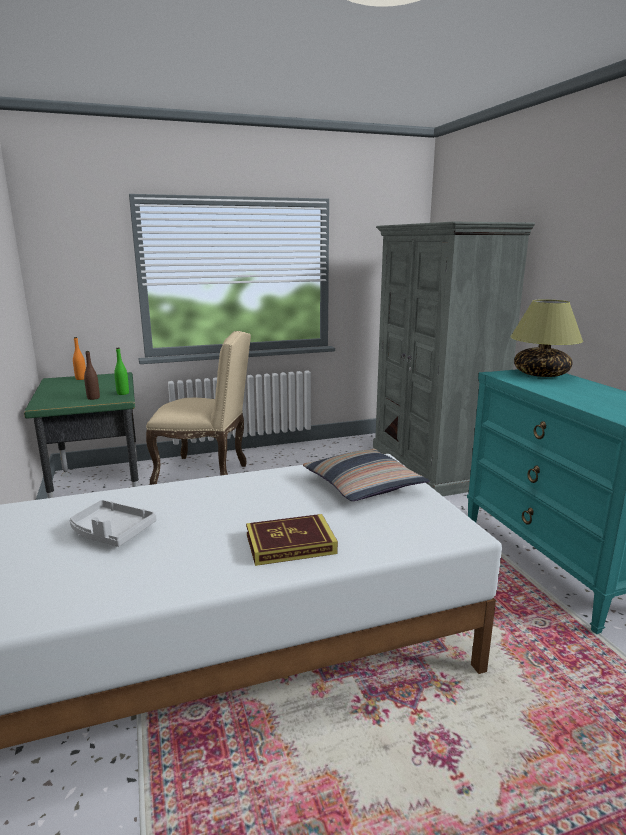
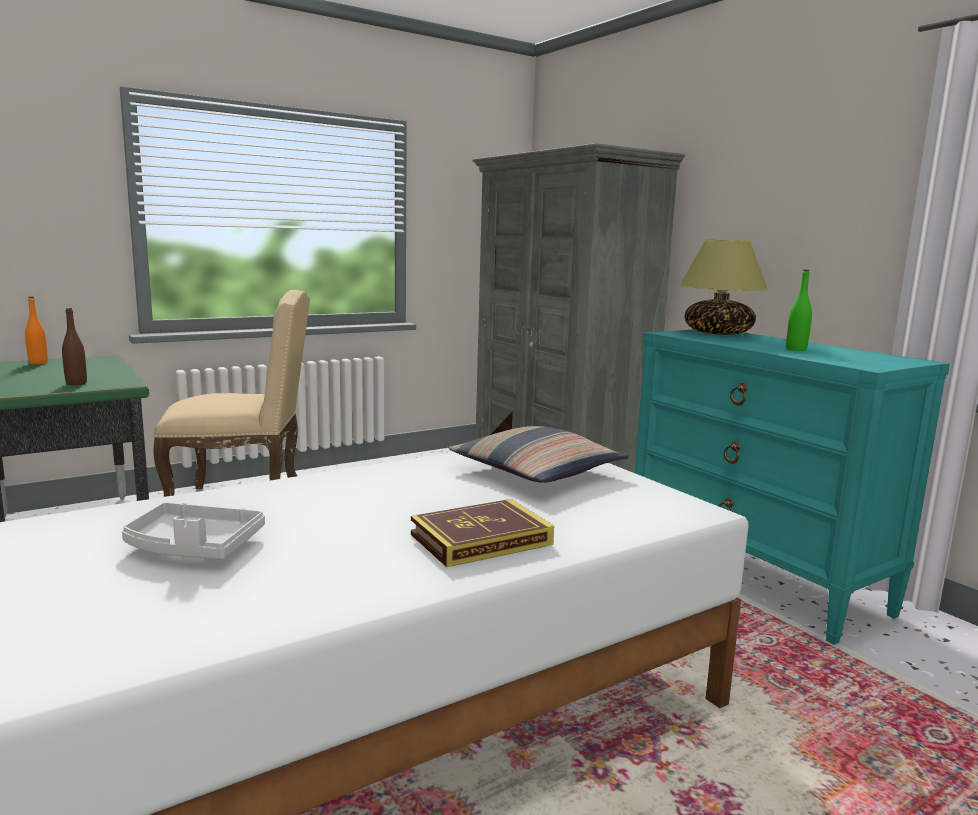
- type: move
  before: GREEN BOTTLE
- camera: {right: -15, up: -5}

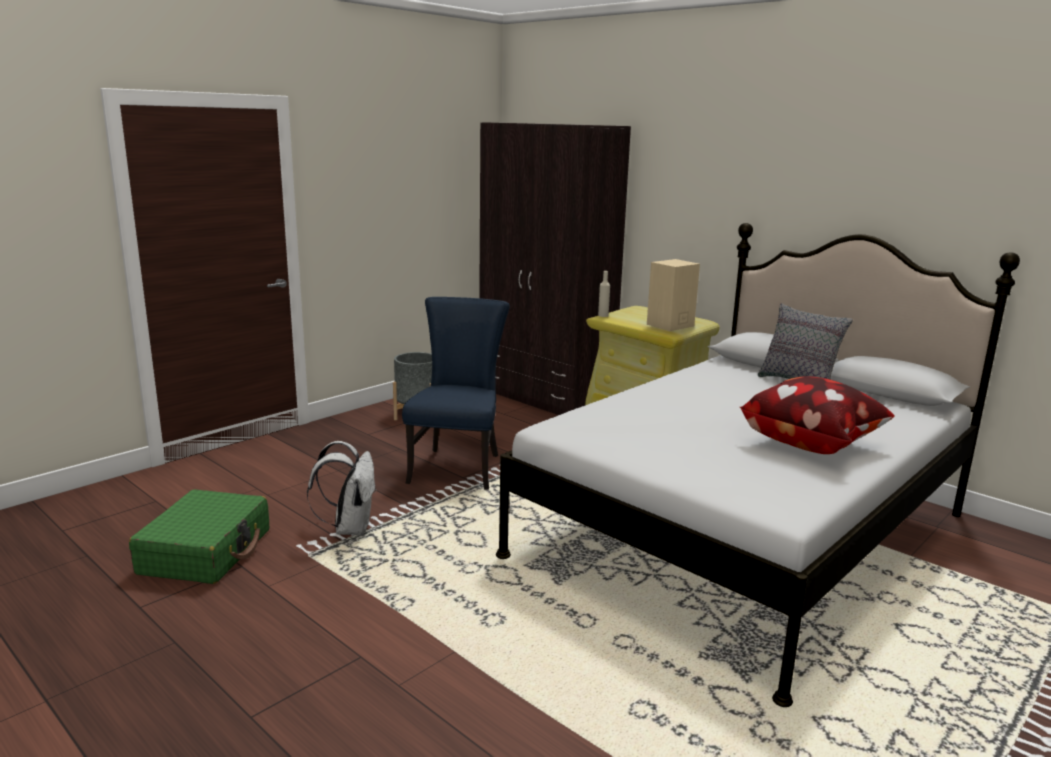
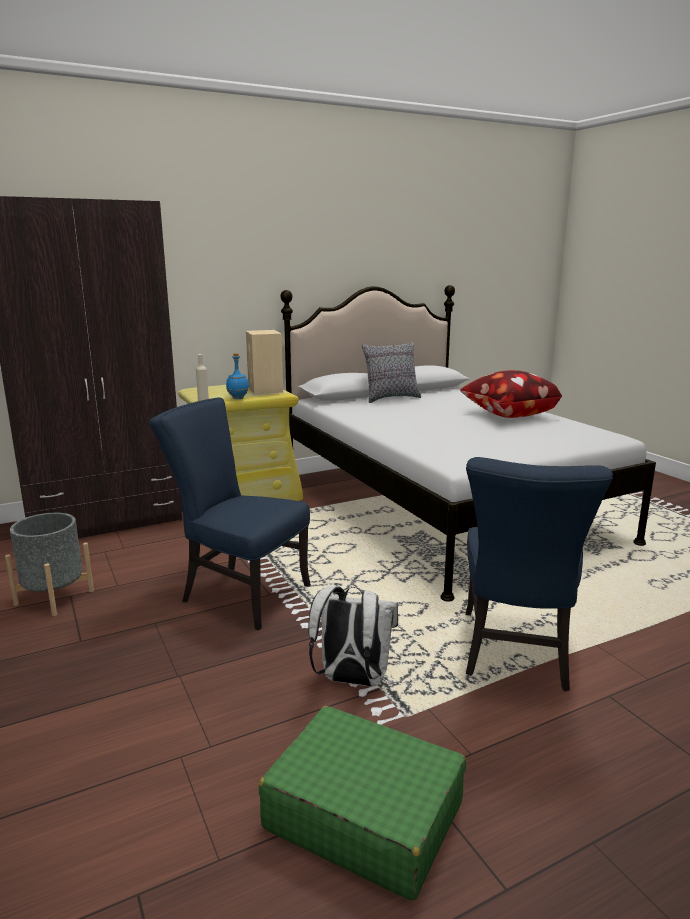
- type: insert
  after: BLUE BOTTLE
- type: insert
  after: BLUE CHAIR (2nd from left)
- camera: {right: -70, up: 0}

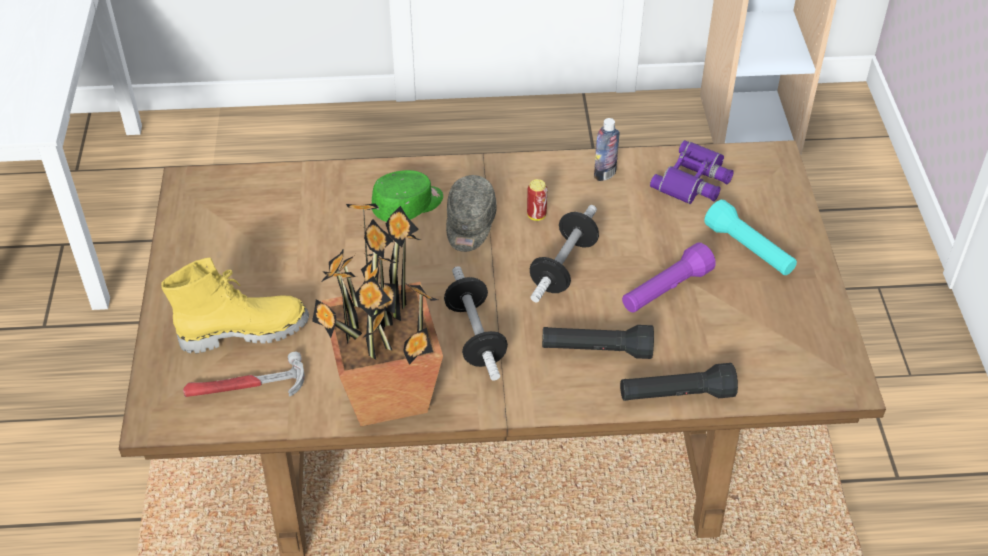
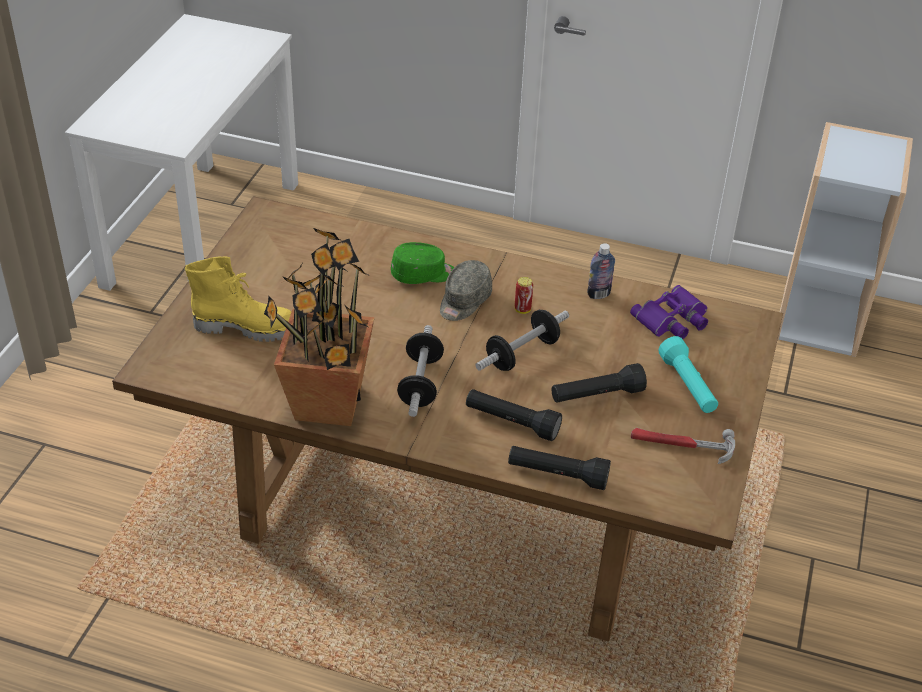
- type: move
  before: HAMMER
- type: recolor
  before: PURPLE FLASHLIGHT
  after: BLACK FLASHLIGHT (3rd from left)
- camera: {right: 20, up: -5}

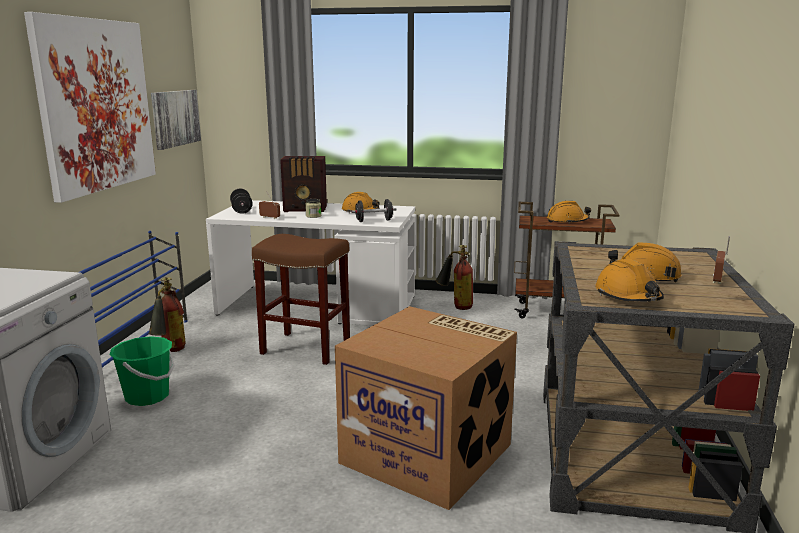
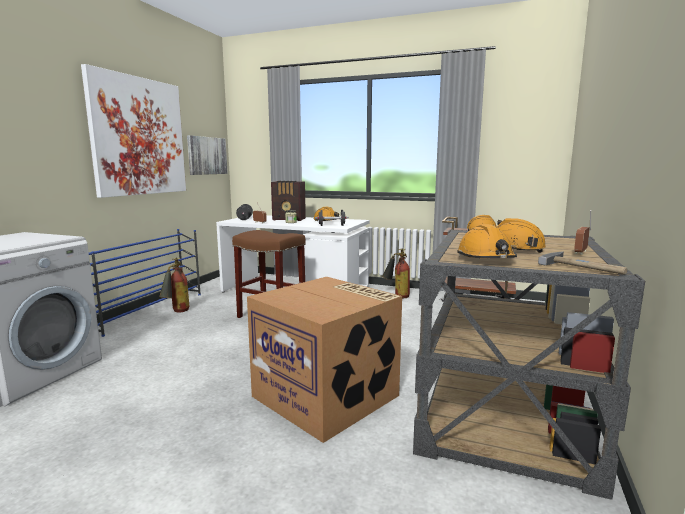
- type: delete
  before: GREEN BUCKET
- type: insert
  after: HAMMER
- camera: {right: 10, up: -5}

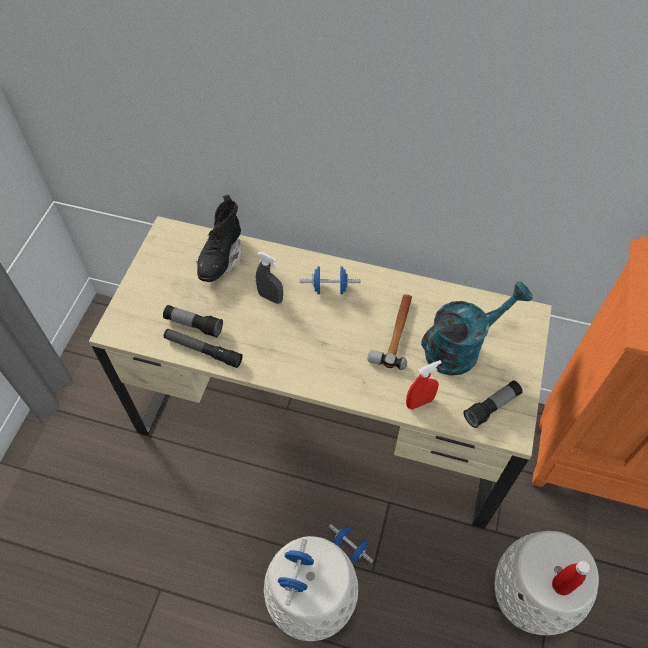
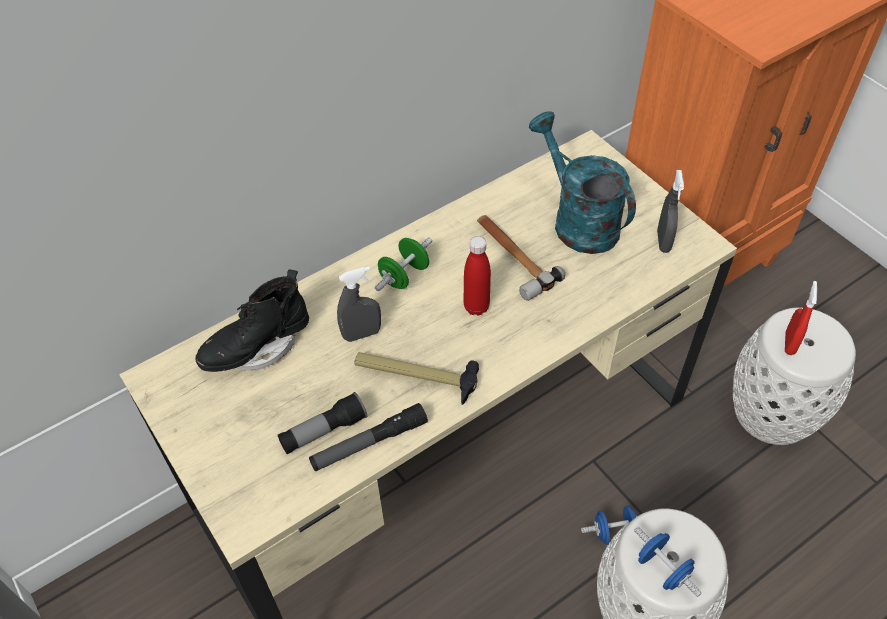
- type: rotate
  before: BLACK BOOT
  turn: 90
- type: recolor
  before: BLUE DUMBBELL (2nd from left)
  after: GREEN DUMBBELL
- type: move
  before: RED SPRAY BOTTLE
- type: rotate
  before: TURQUOISE WATERING CAN
  turn: -45
- type: replace
  before: FLASHLIGHT (3rd from left)
  after: GREY SPRAY BOTTLE (2nd from left)
- type: move
  before: RED BOTTLE
- type: insert
  after: HAMMER (1st from left)
- camera: {right: -50, up: -5}

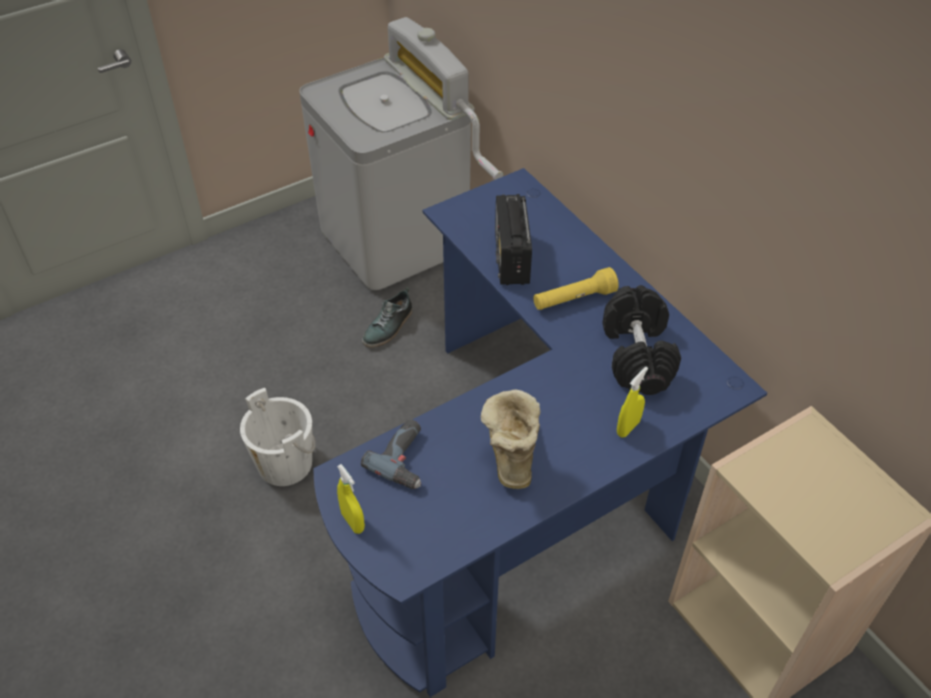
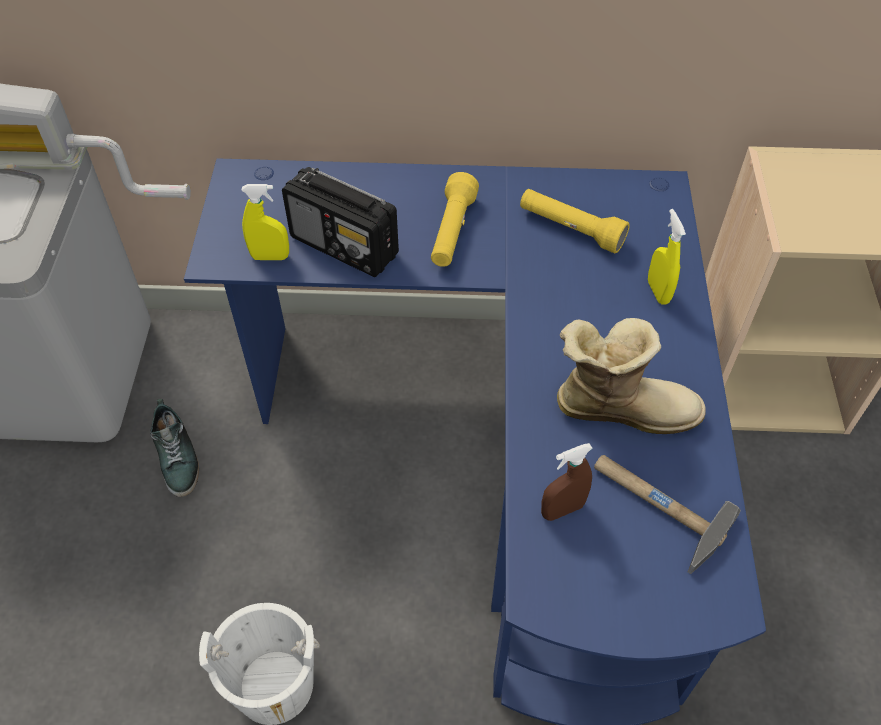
- type: move
  before: YELLOW SPRAY BOTTLE (1st from left)
- type: replace
  before: POWER DRILL
  after: BROWN SPRAY BOTTLE
- type: rotate
  before: BOOT
  turn: 150
- type: replace
  before: BLACK DUMBBELL
  after: YELLOW FLASHLIGHT (2nd from left)
- type: insert
  after: HAMMER
- camera: {right: -55, up: 5}

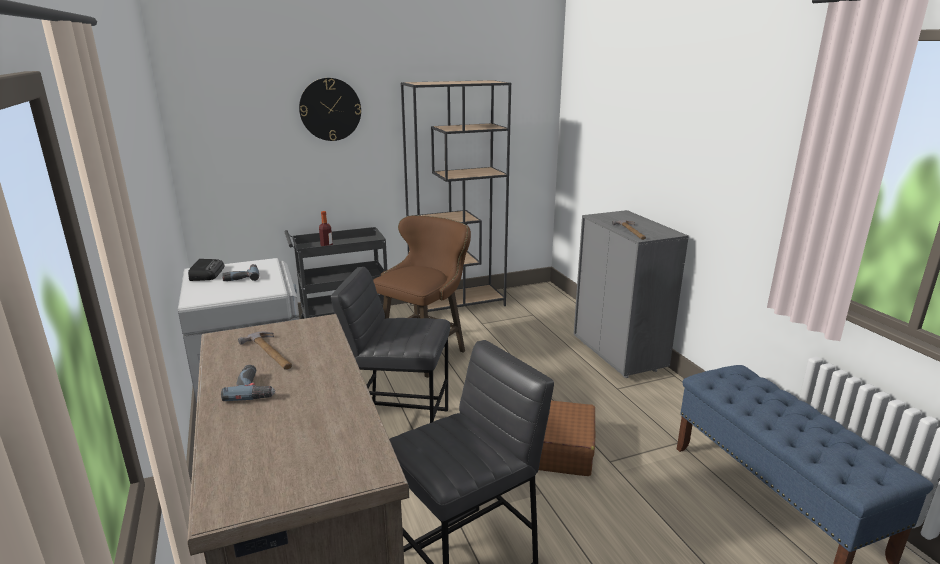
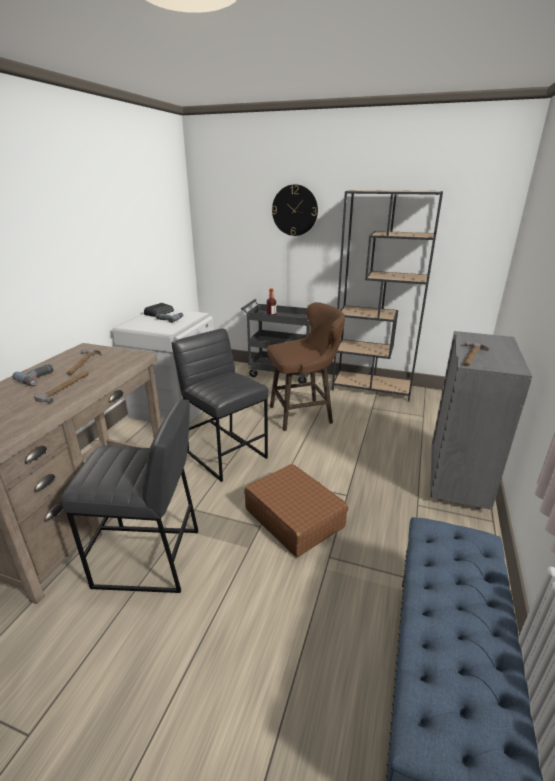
- type: insert
  after: HAMMER (1st from left)
- camera: {right: 40, up: 5}

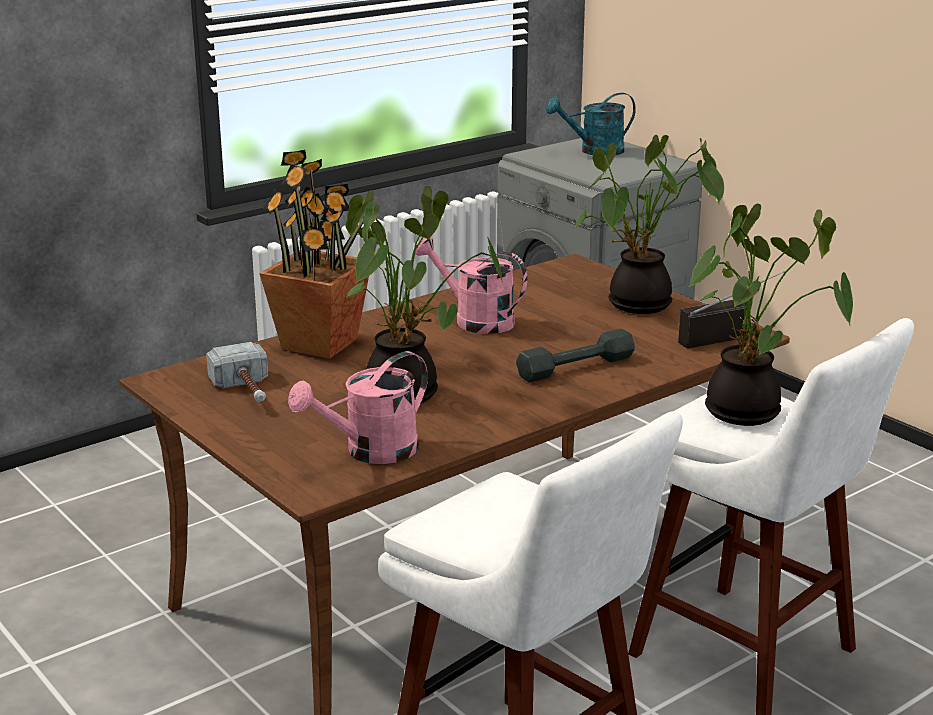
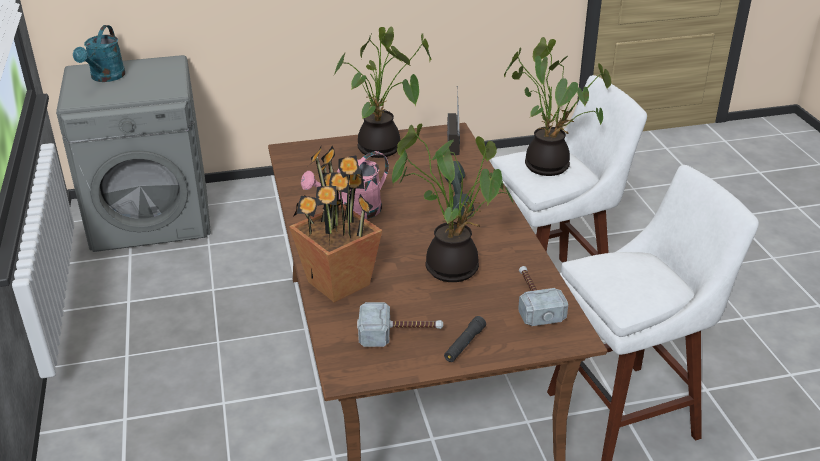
- type: replace
  before: PINK WATERING CAN (1st from left)
  after: HAMMER (2nd from left)
- type: insert
  after: BLACK FLASHLIGHT
- camera: {right: -65, up: 10}

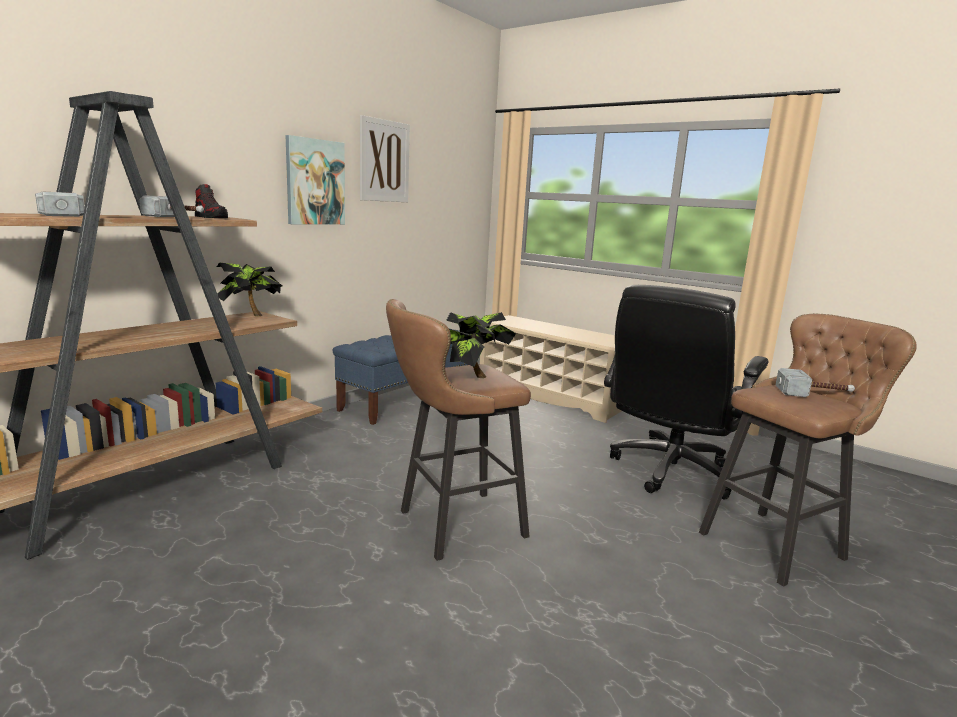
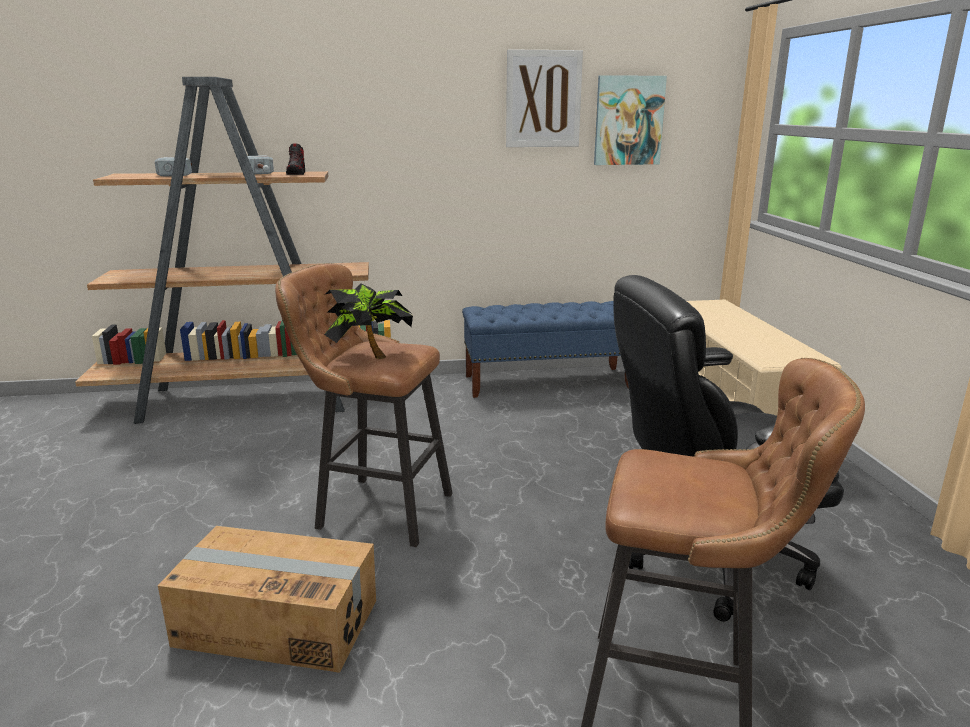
- type: delete
  before: POTTED PLANT (1st from left)
- type: move
  before: PICTURE (1st from left in the first image)
  after: PICTURE (2nd from left)
- type: delete
  before: HAMMER (3rd from left)
- type: insert
  after: CARDBOARD BOX
- camera: {right: 45, up: 5}

